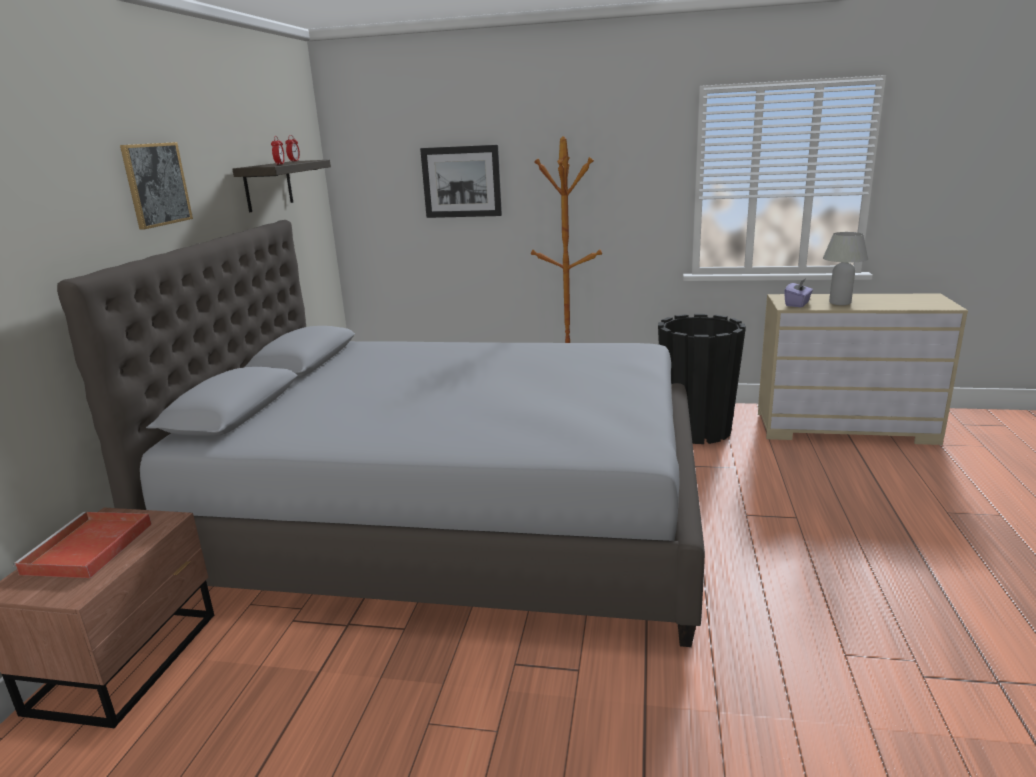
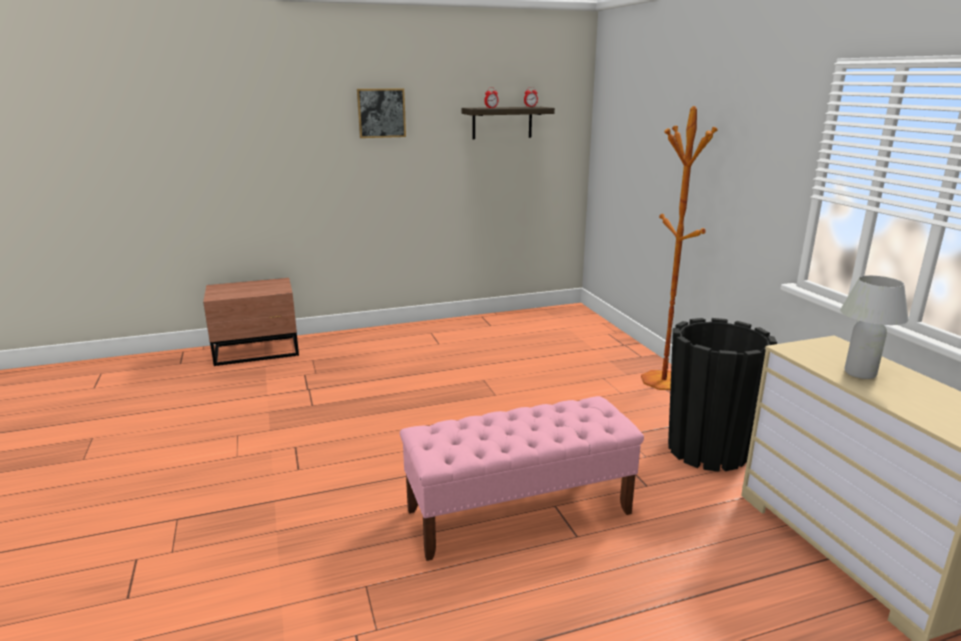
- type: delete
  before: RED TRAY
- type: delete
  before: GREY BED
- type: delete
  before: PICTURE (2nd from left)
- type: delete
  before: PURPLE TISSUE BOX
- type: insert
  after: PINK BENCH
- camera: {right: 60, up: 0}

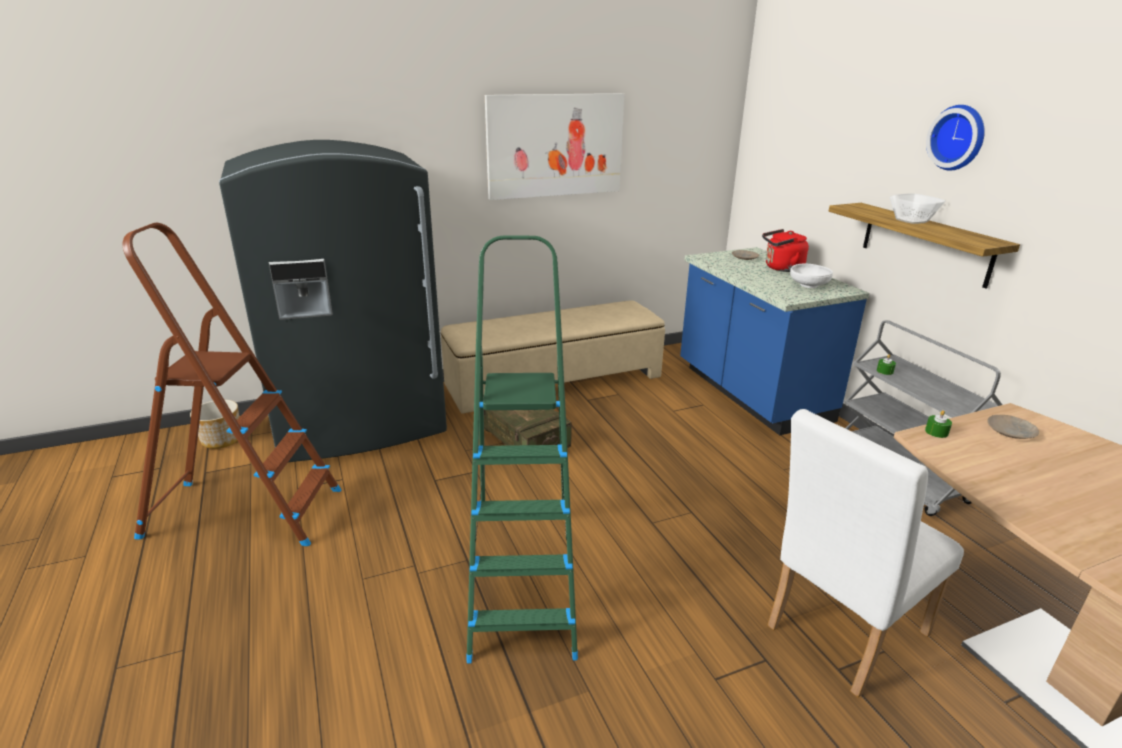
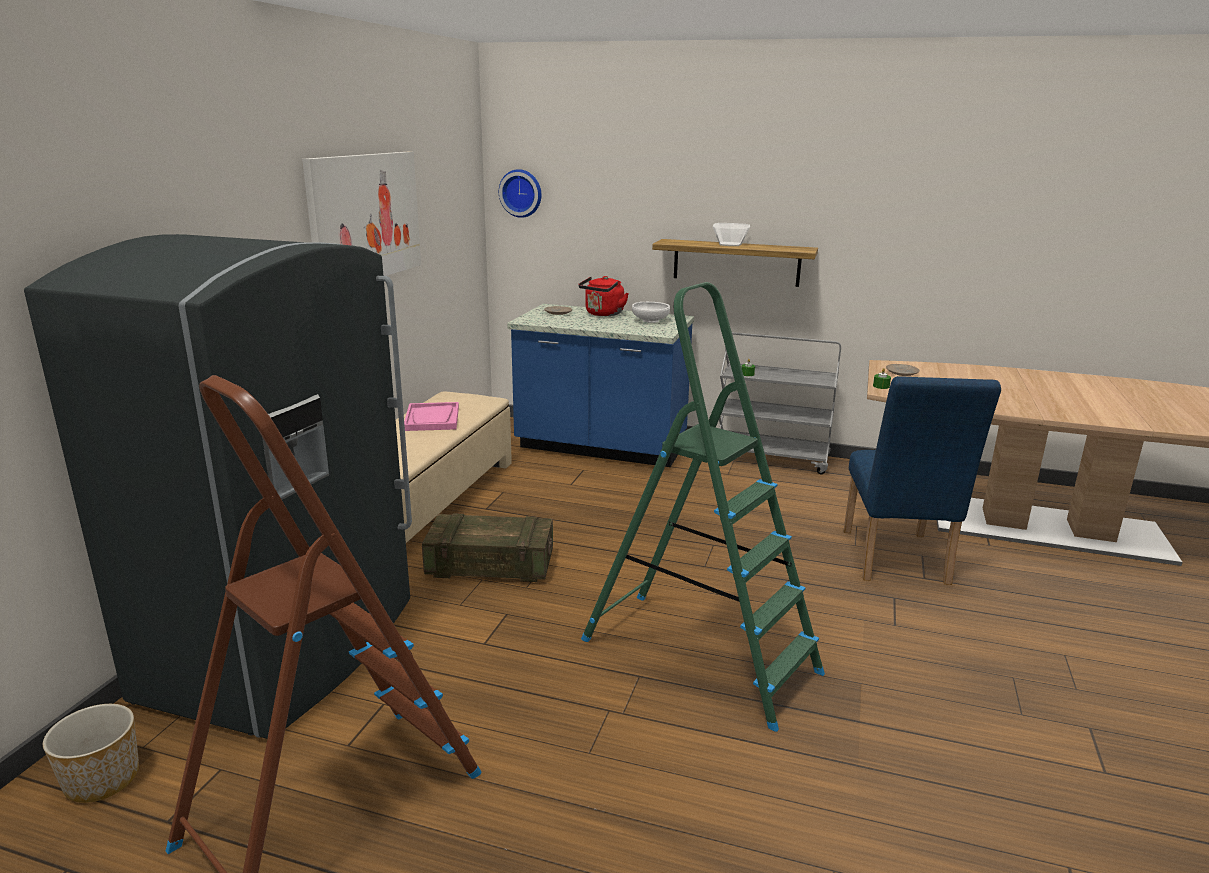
- type: recolor
  before: WHITE CHAIR
  after: BLUE CHAIR
- type: move
  before: WALL CLOCK
- type: insert
  after: PINK TRAY
- camera: {right: -50, up: -5}

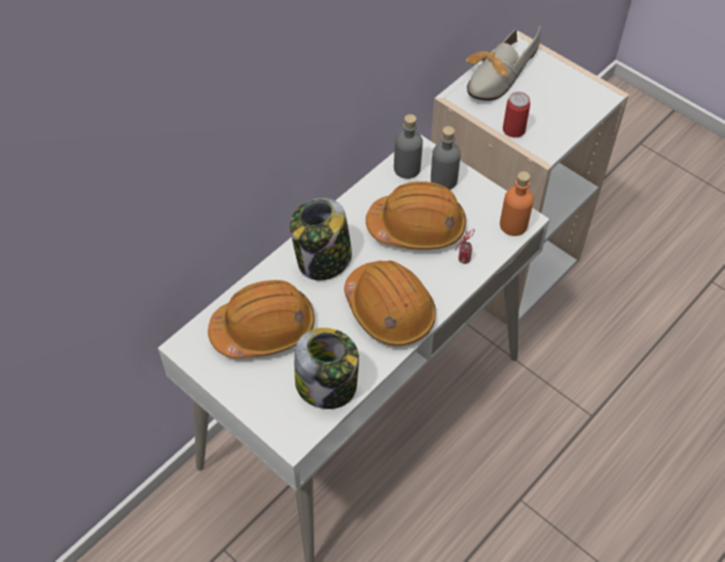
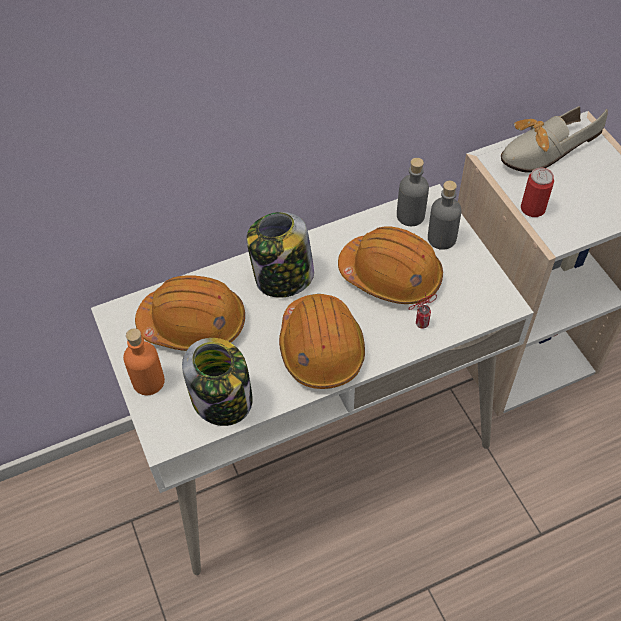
- type: move
  before: ORANGE BOTTLE
- camera: {right: 25, up: 0}

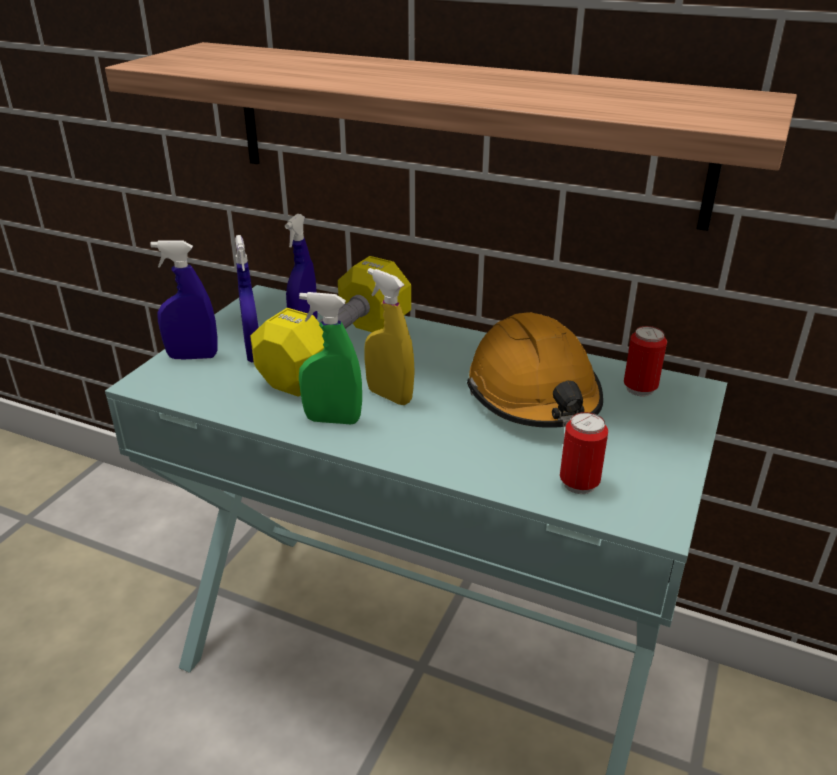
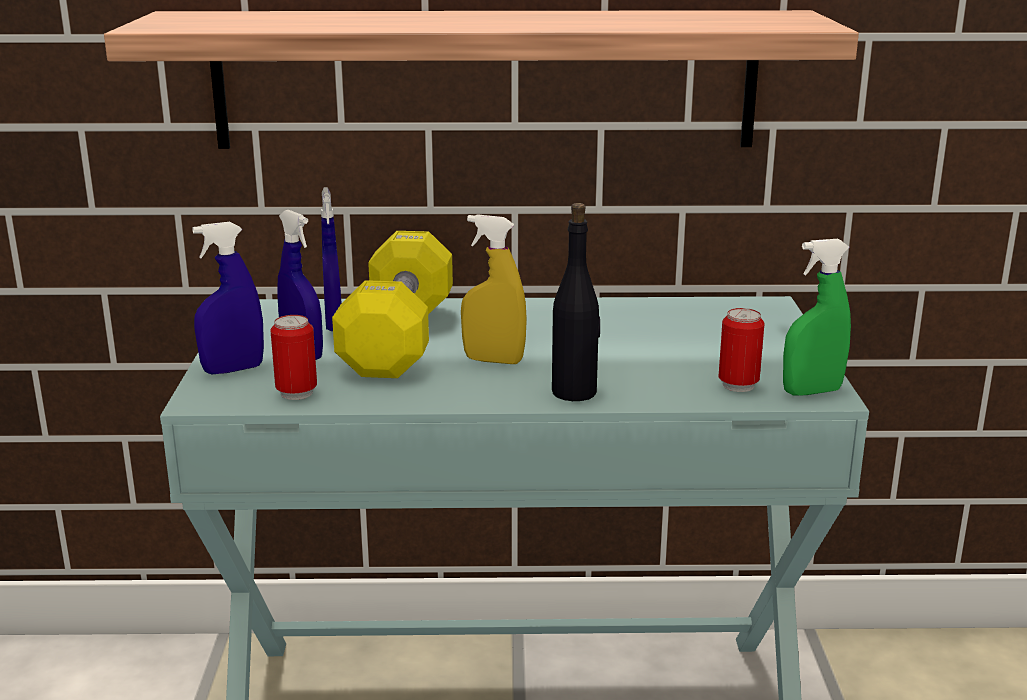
- type: move
  before: GREEN SPRAY BOTTLE
- type: delete
  before: ORANGE HARD HAT
- type: move
  before: CAN (2nd from left in the first image)
  after: CAN (1st from left)
- type: insert
  after: BLACK BOTTLE
- camera: {right: -25, up: -10}

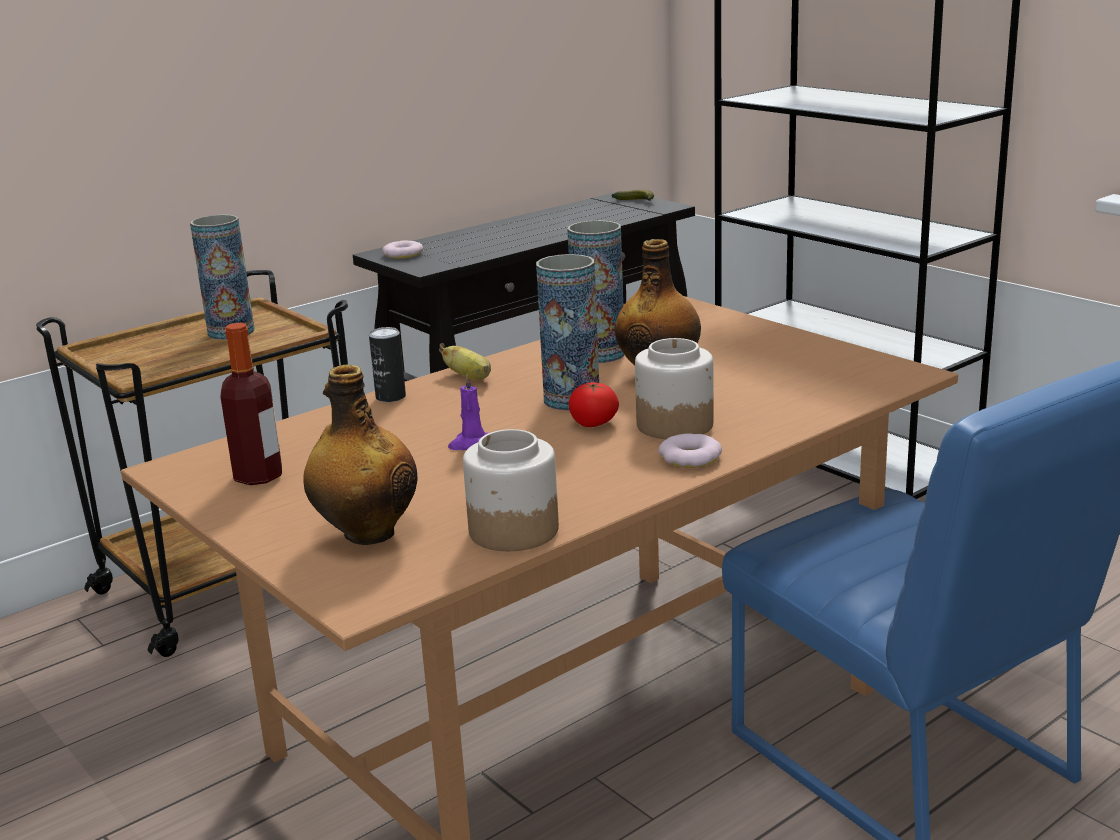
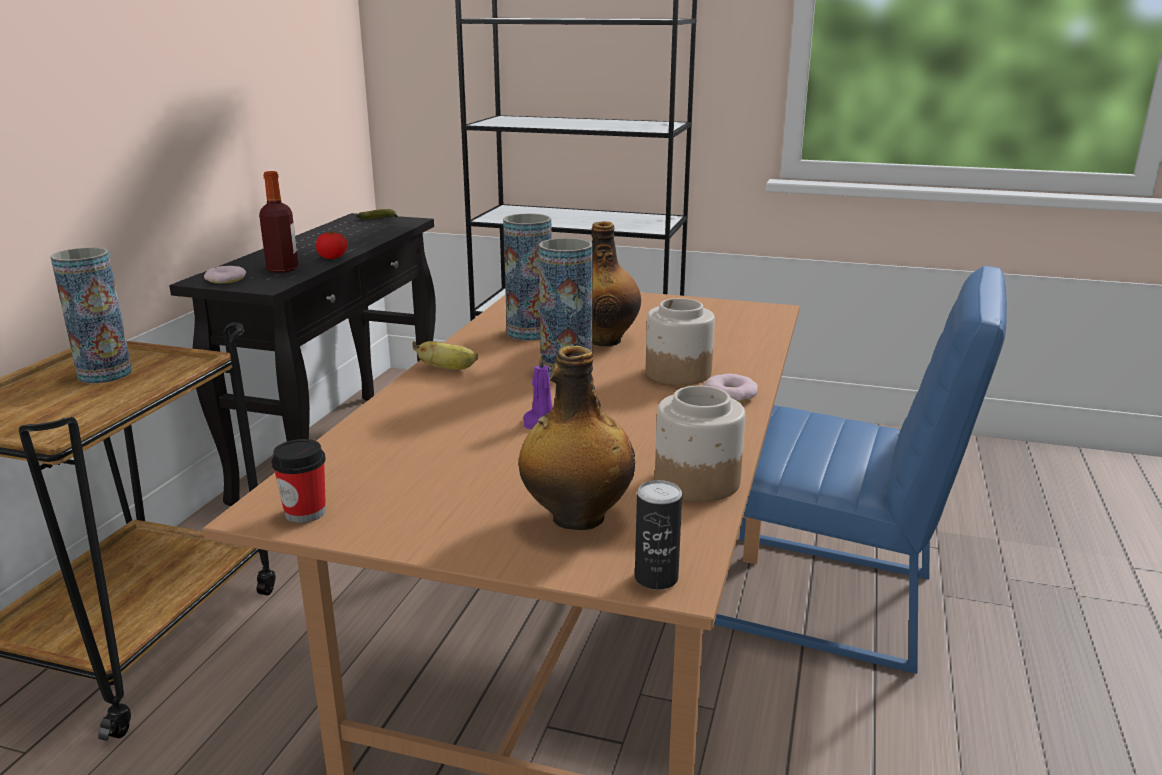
- type: move
  before: BOTTLE (1st from left)
- type: move
  before: CAN
- type: move
  before: TOMATO
- type: insert
  after: CUP
- camera: {right: -35, up: 0}

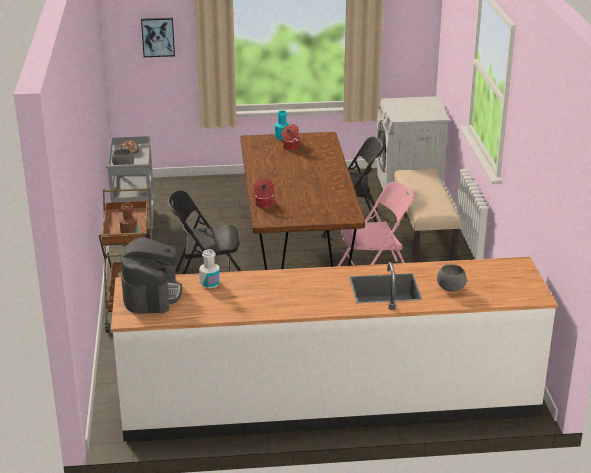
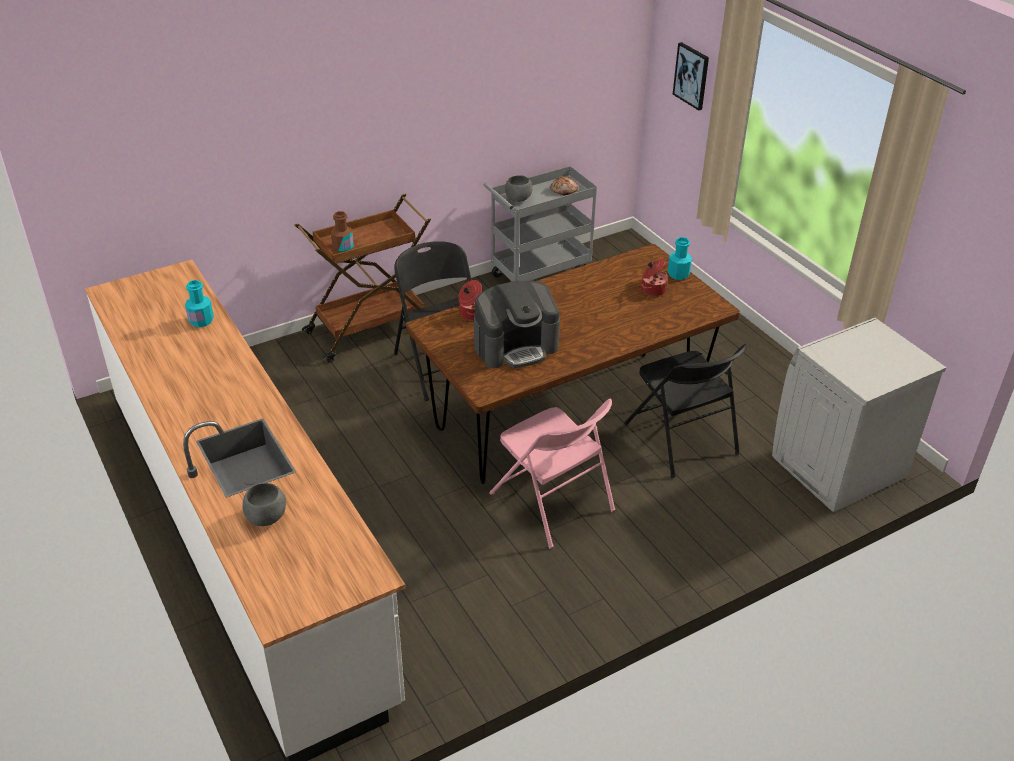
- type: move
  before: COFFEE MACHINE
- type: recolor
  before: WHITE BOTTLE
  after: TURQUOISE BOTTLE (1st from left)
- type: delete
  before: BEIGE BENCH
- camera: {right: 65, up: 10}

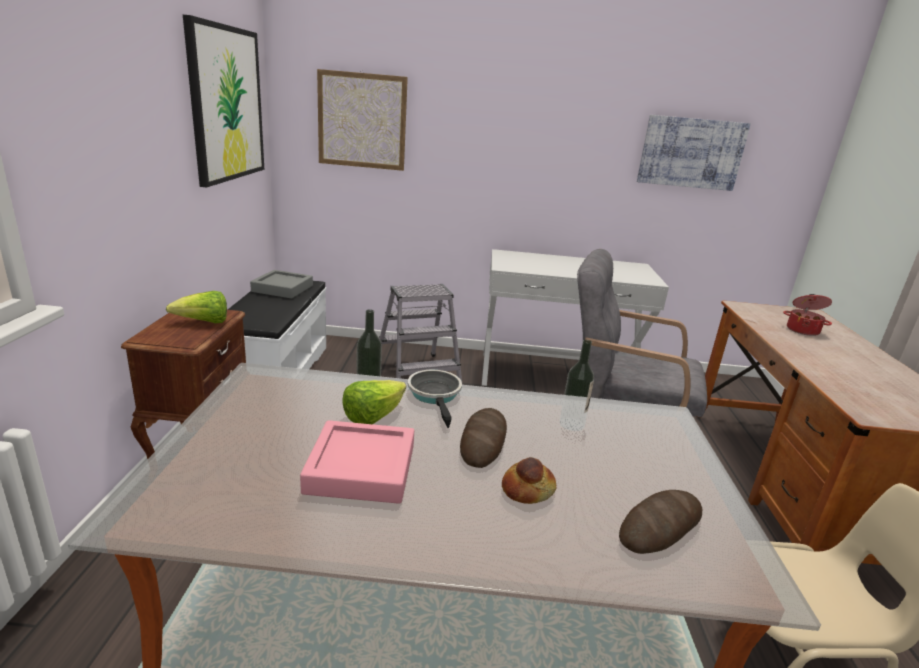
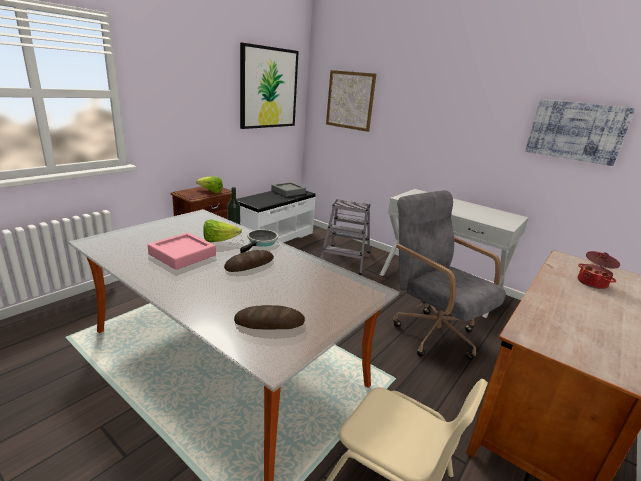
- type: delete
  before: BREAD (2nd from left)
- type: delete
  before: BOTTLE (2nd from left)
- camera: {right: 35, up: 0}

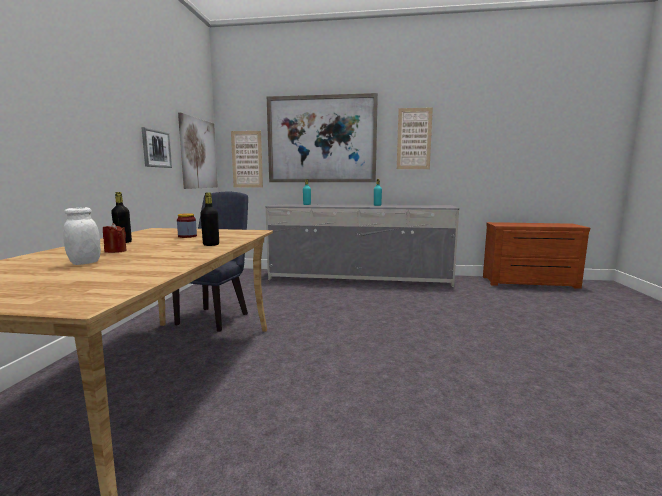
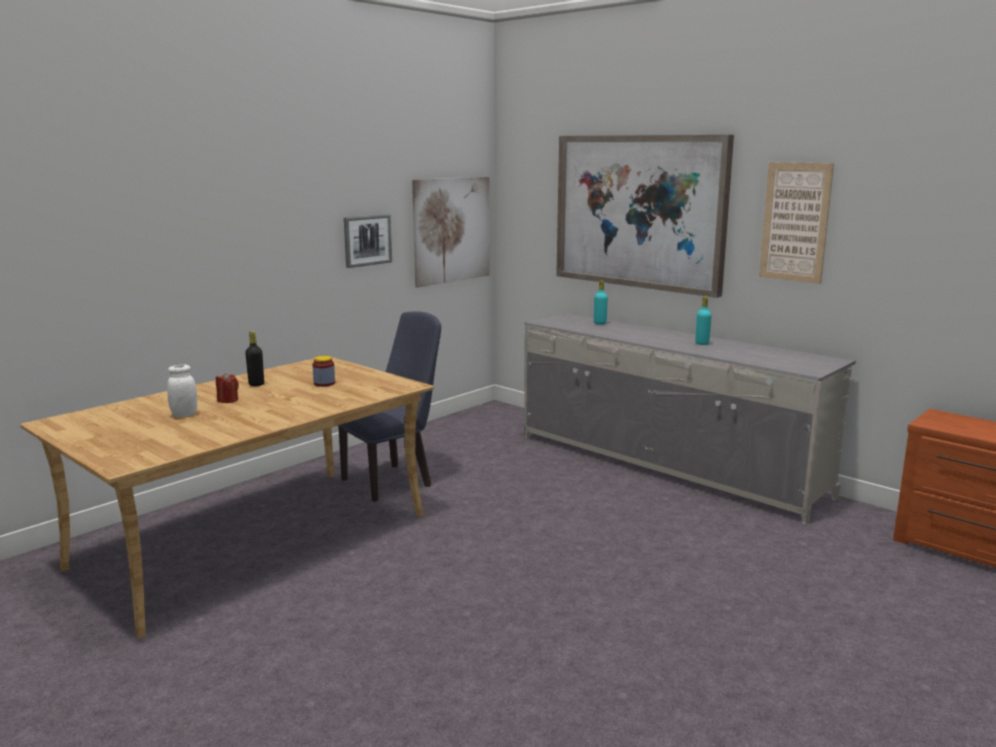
- type: delete
  before: BLACK BOTTLE (2nd from left)
- type: delete
  before: PICTURE (3rd from left)
- camera: {right: 35, up: 5}

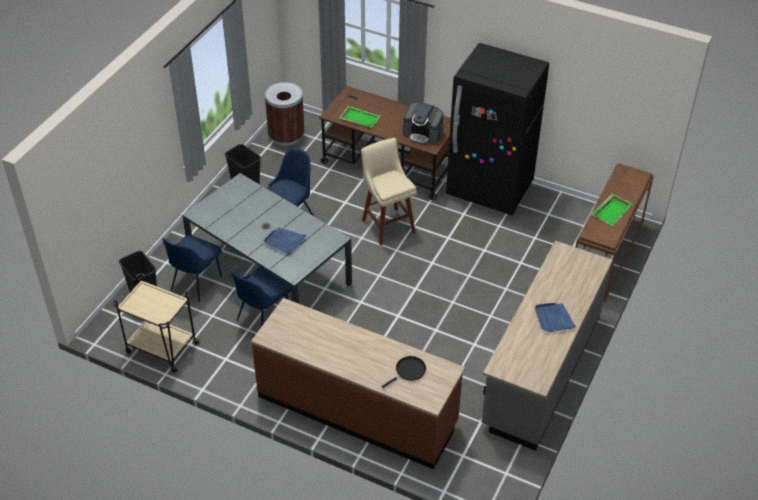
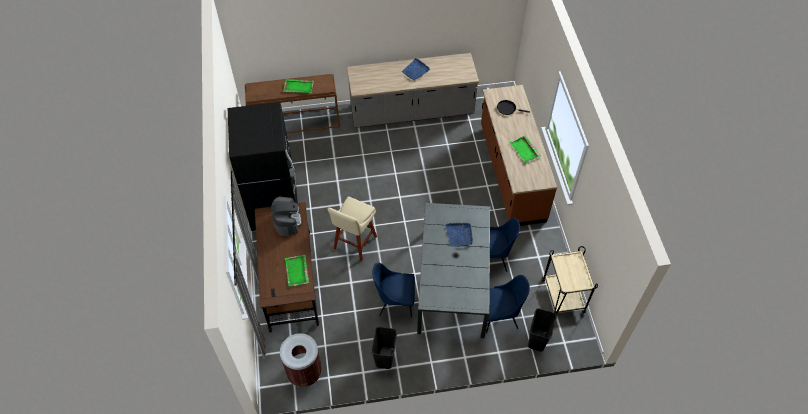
- type: insert
  after: GREEN TRAY (3rd from left)
- camera: {right: -125, up: 10}

